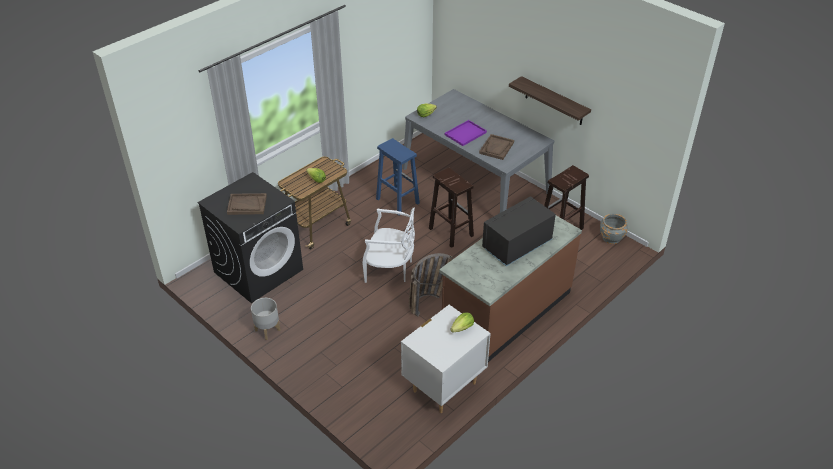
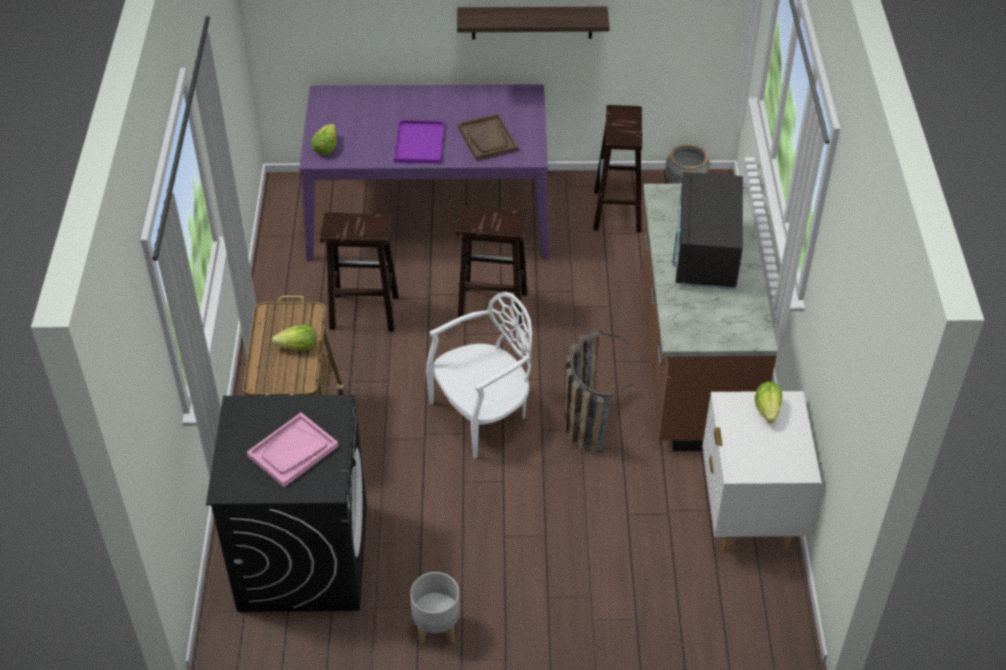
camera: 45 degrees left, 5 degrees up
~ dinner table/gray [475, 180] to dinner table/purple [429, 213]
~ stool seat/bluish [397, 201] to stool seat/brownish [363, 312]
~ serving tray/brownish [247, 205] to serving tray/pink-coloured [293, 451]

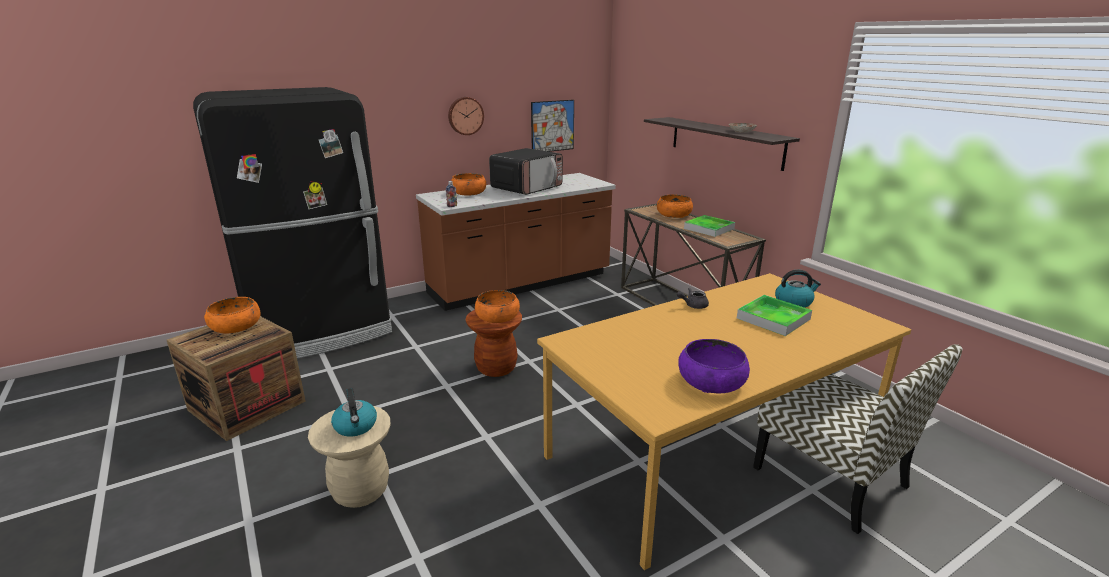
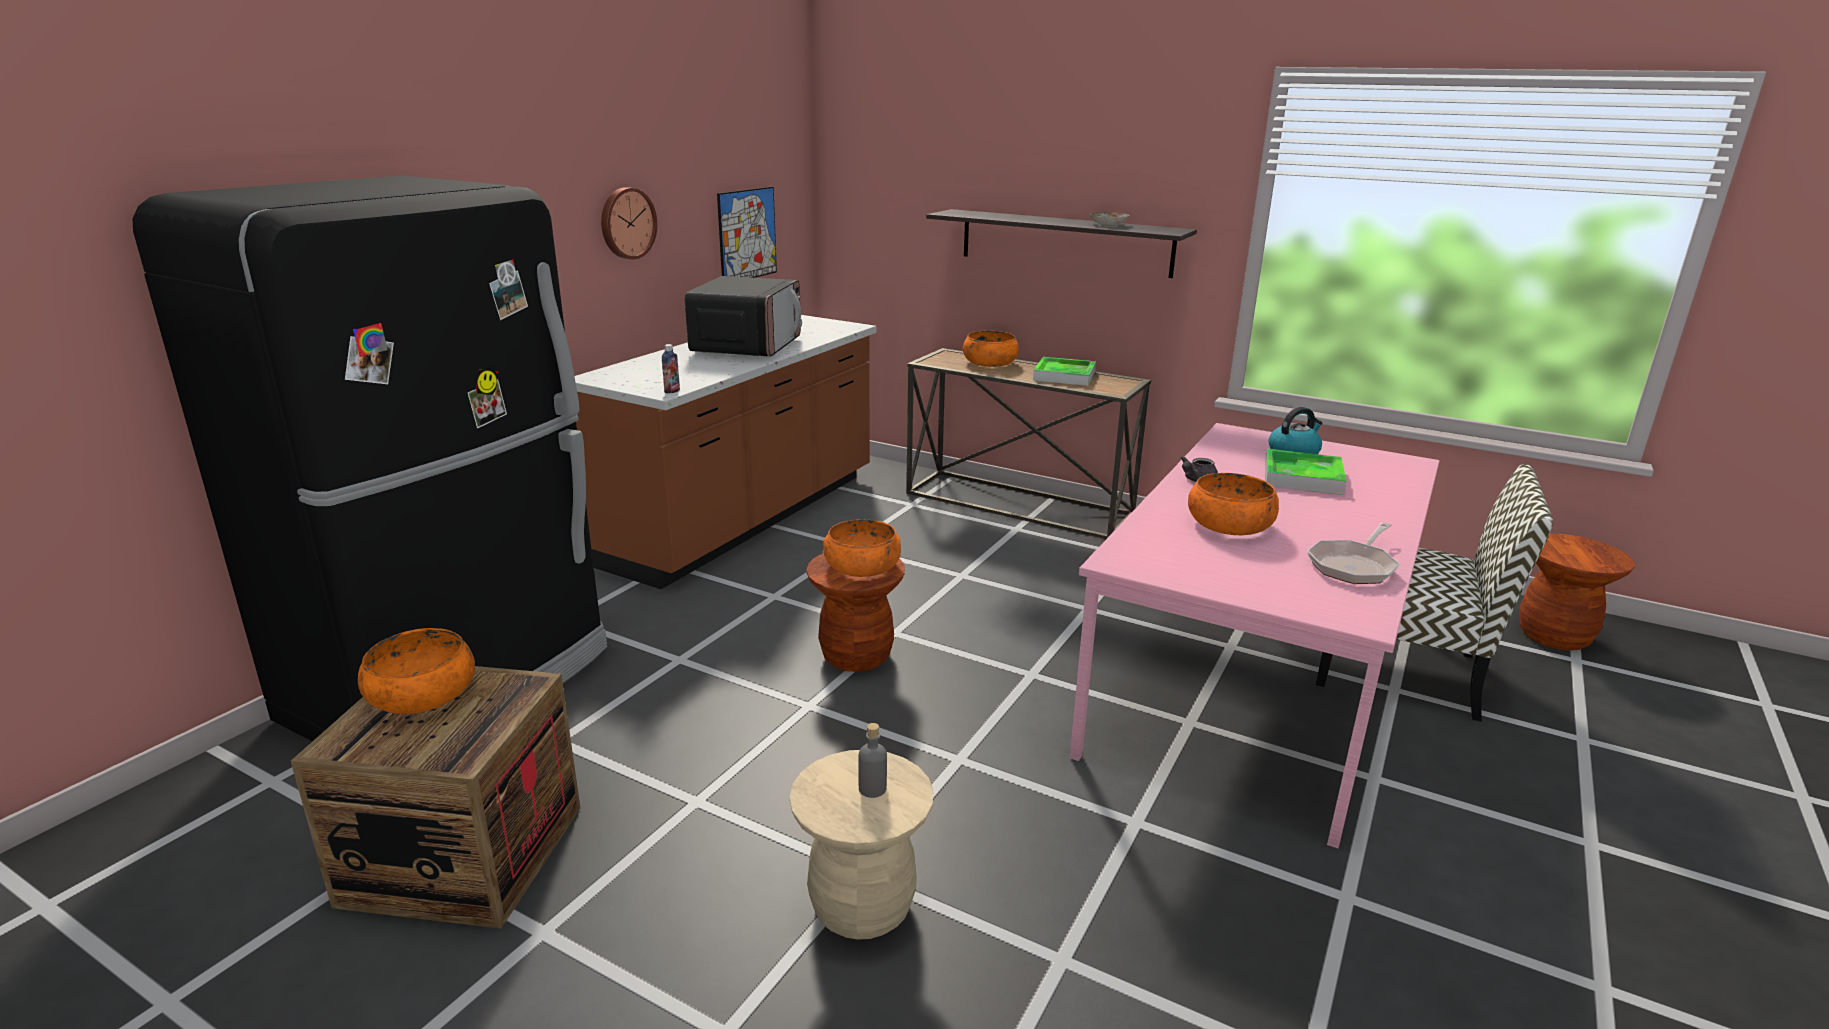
camera: 30 degrees left, 0 degrees up
~ deep dish/orangey [469, 193] to [1229, 525]
~ dinner table/orangey [712, 451] to dinner table/pink-coloured [1255, 680]
~ deep dish/purple [711, 381] to pan [1353, 566]
~ water kettle [356, 426] to bottle/gray [872, 788]
+ stool seat/brownish [1554, 636]

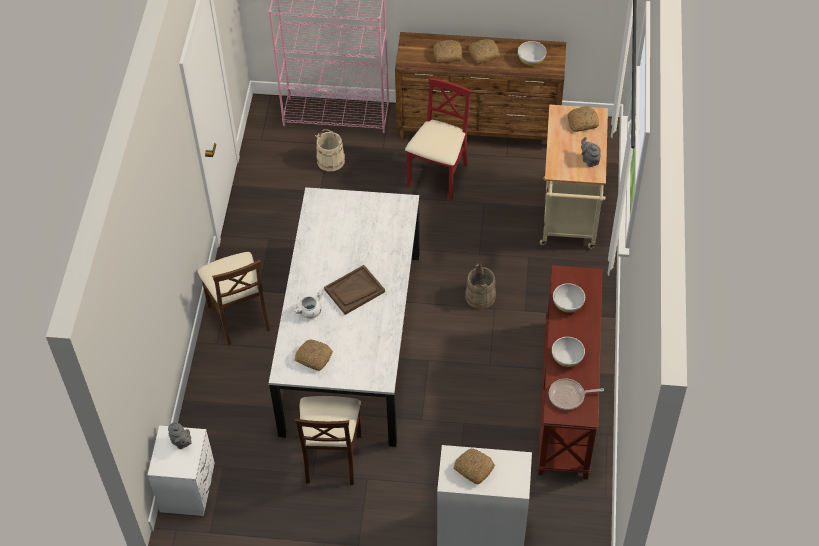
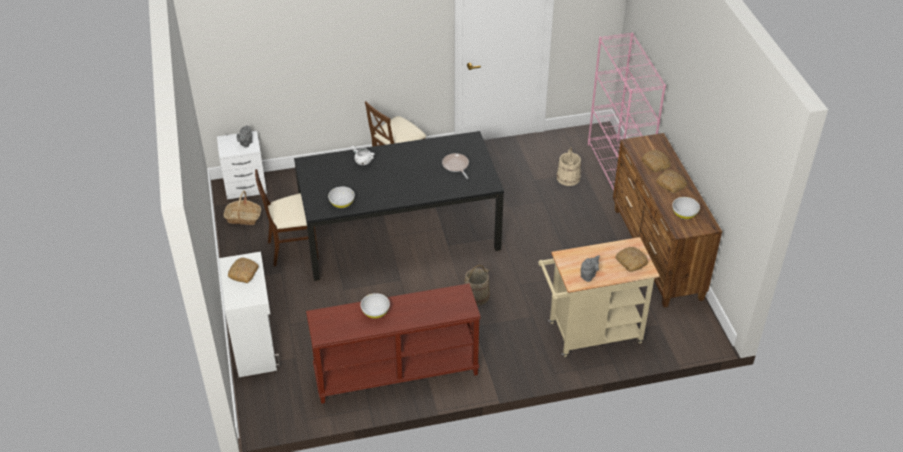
camera: 70 degrees right, 10 degrees down
- chair/red-coloured [439, 176]
~ dinner table/white [352, 342] to dinner table/black [399, 234]
- serving tray/brownish [354, 291]
~ deep dish/white [568, 304] to [342, 203]
- bakery bread [313, 358]
~ pan [569, 396] to [456, 166]
+ household basket [243, 217]

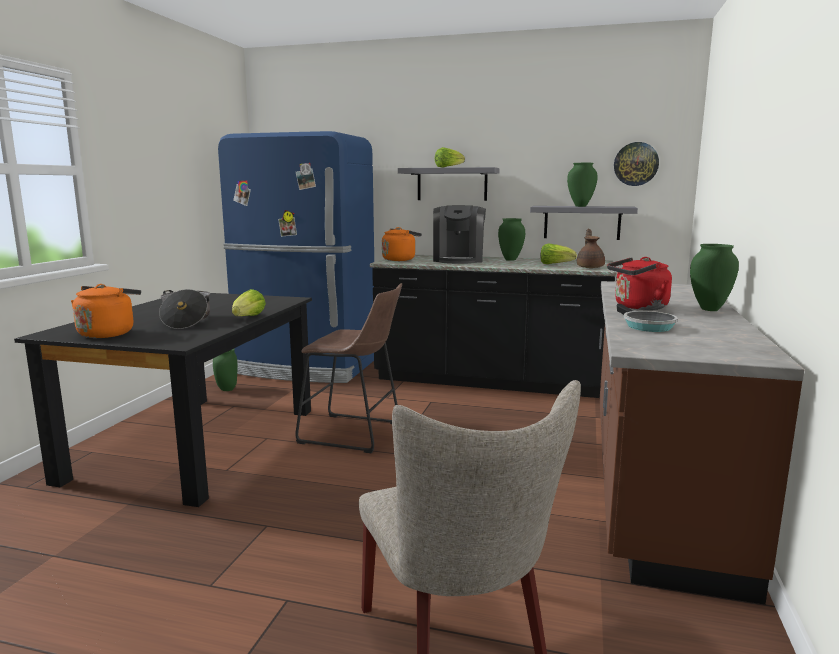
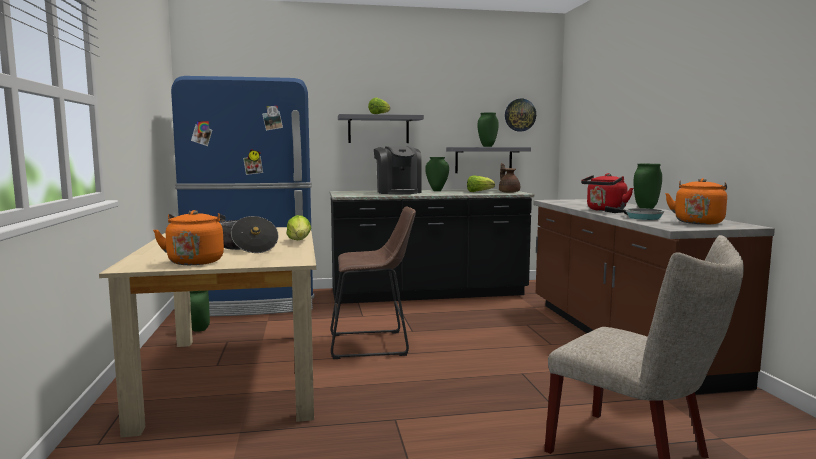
camera: 25 degrees left, 5 degrees down
~ water kettle/orangey [400, 259] to [698, 222]
~ dinner table/black [197, 442] to dinner table/sand-coloured [234, 374]

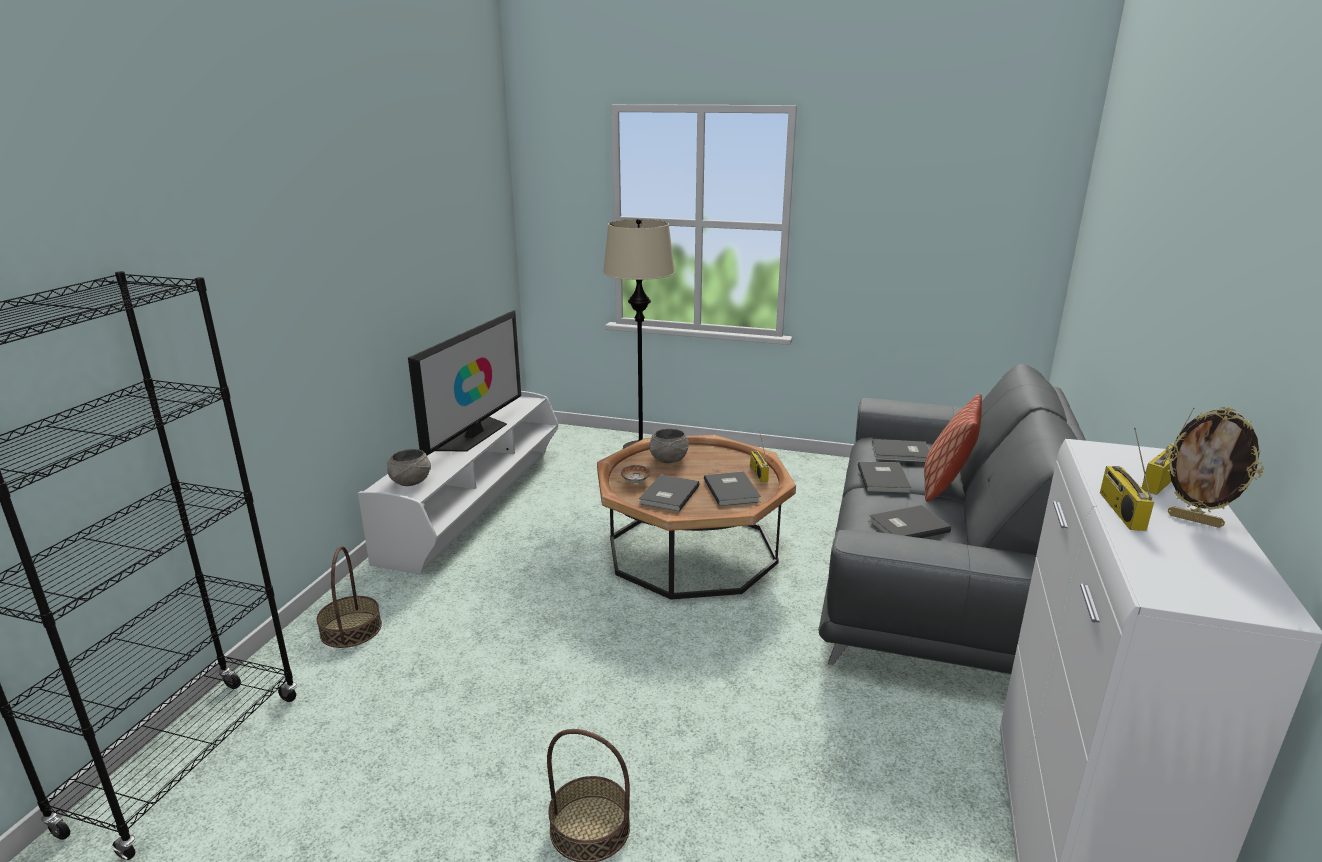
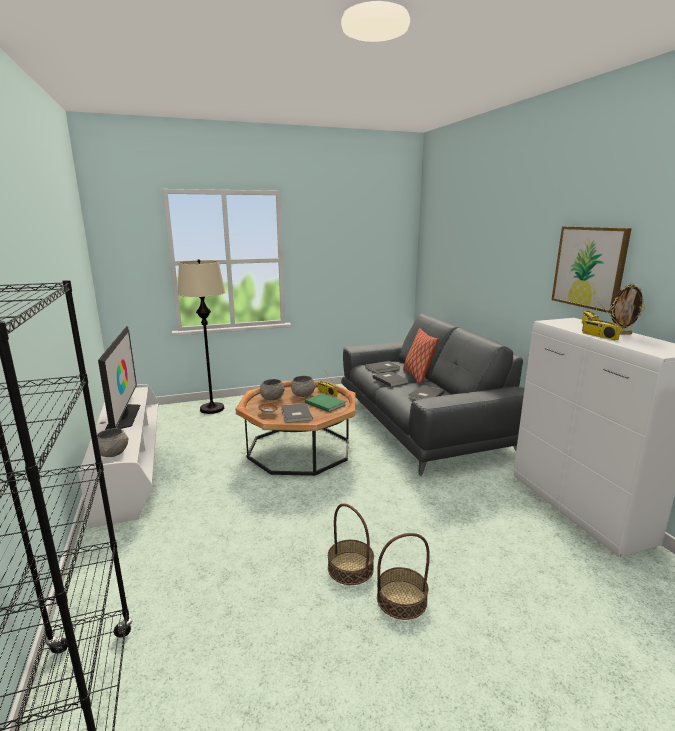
camera: 35 degrees left, 5 degrees down
~ bound book/gray [732, 490] to bound book/green-coloured [325, 403]
~ household basket [351, 629] to [350, 568]
+ picture [589, 267]
+ deep dish/gray [303, 395]

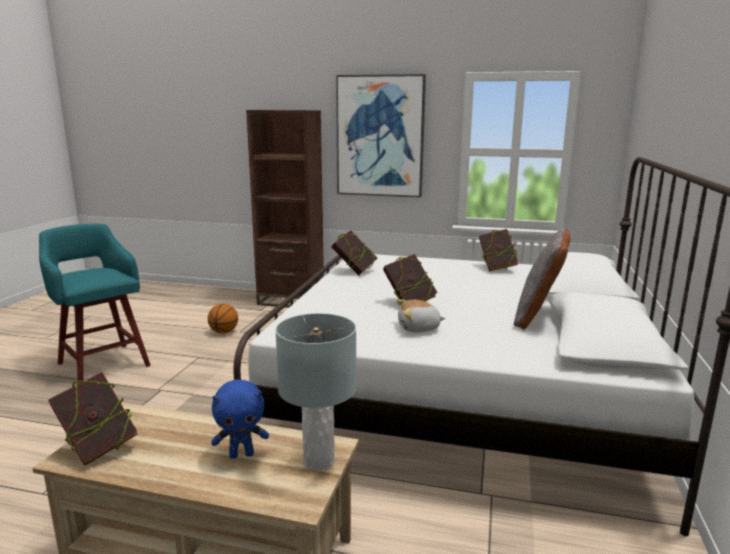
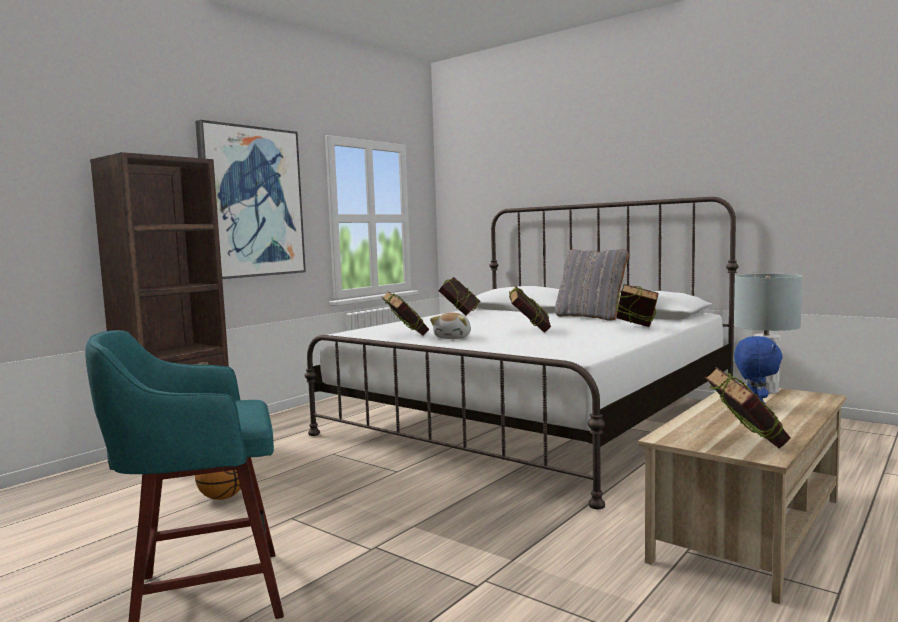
camera: 65 degrees left, 10 degrees down
~ cuddly toy [419, 328] to [453, 338]
+ bound book [636, 328]

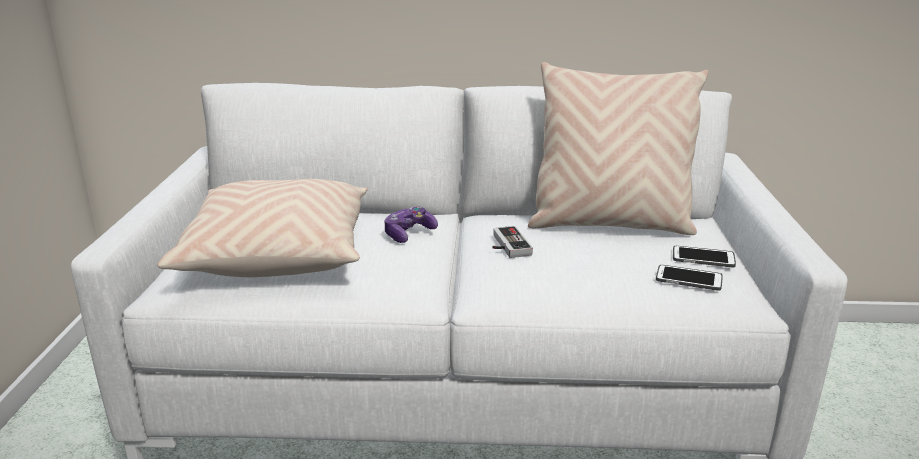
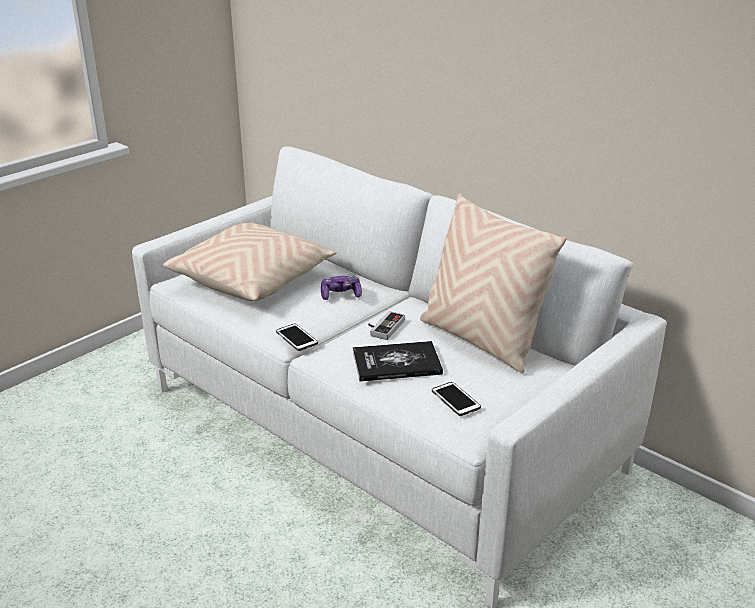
camera: 40 degrees right, 5 degrees up
~ handset [703, 258] to [296, 338]
+ bound book [396, 363]

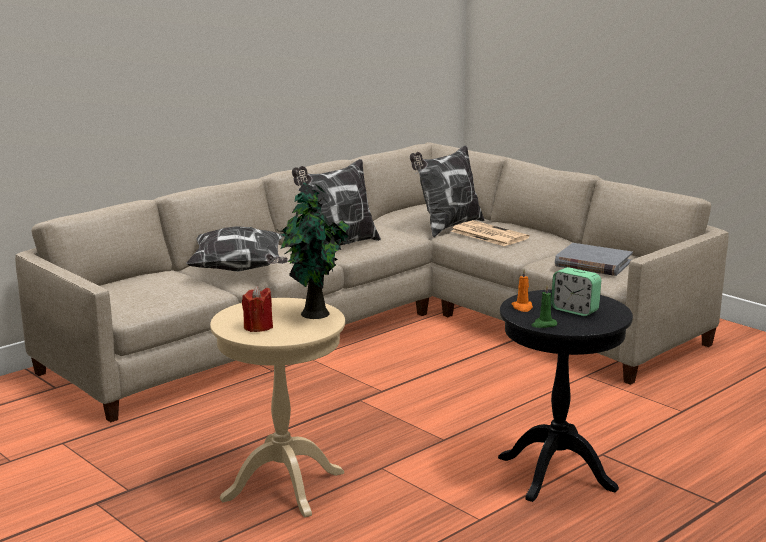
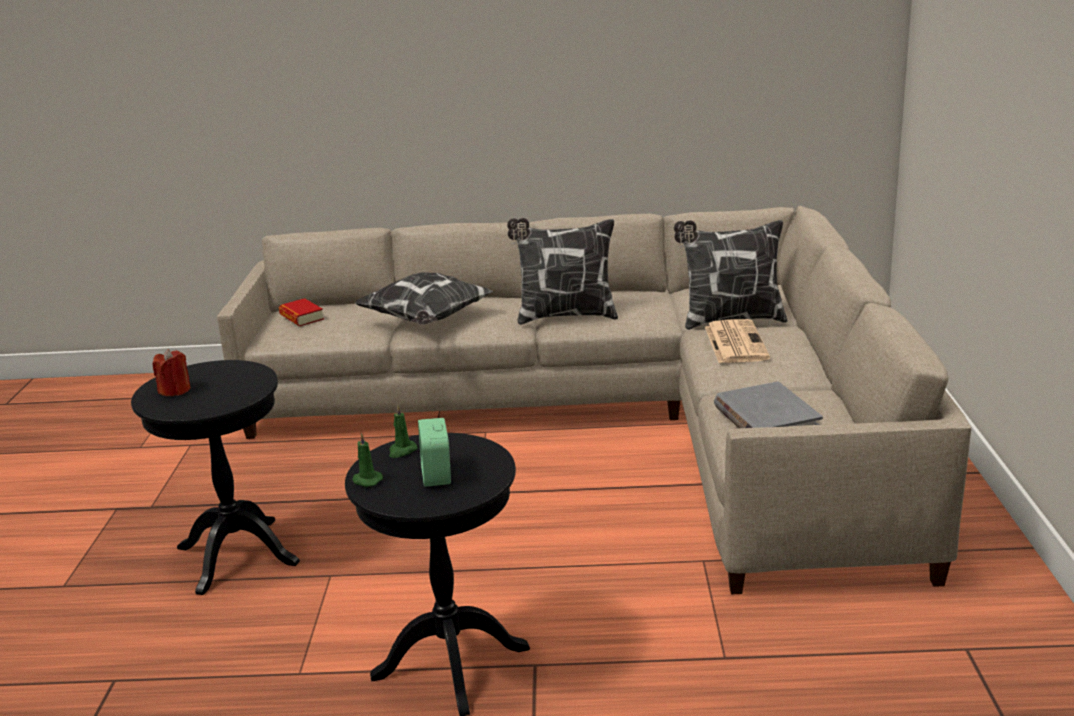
camera: 45 degrees right, 5 degrees up
- plant in a pot [315, 315]
~ wax light/orangey [522, 307] to wax light/green-coloured [402, 451]
~ accent table/sand-coloured [283, 486] to accent table/black [237, 555]
+ bound book [301, 317]

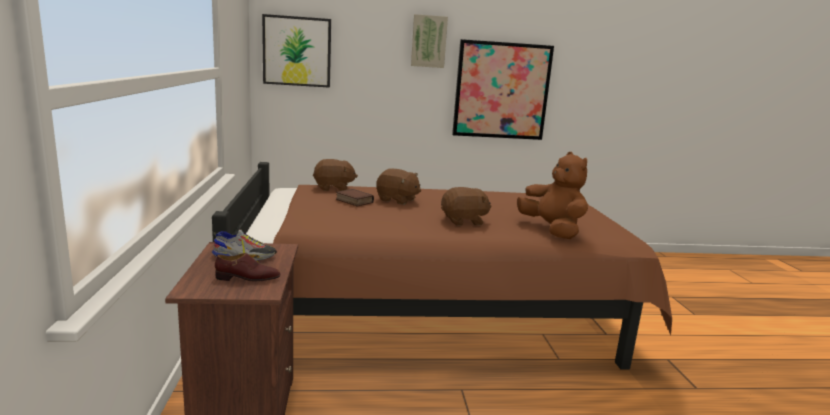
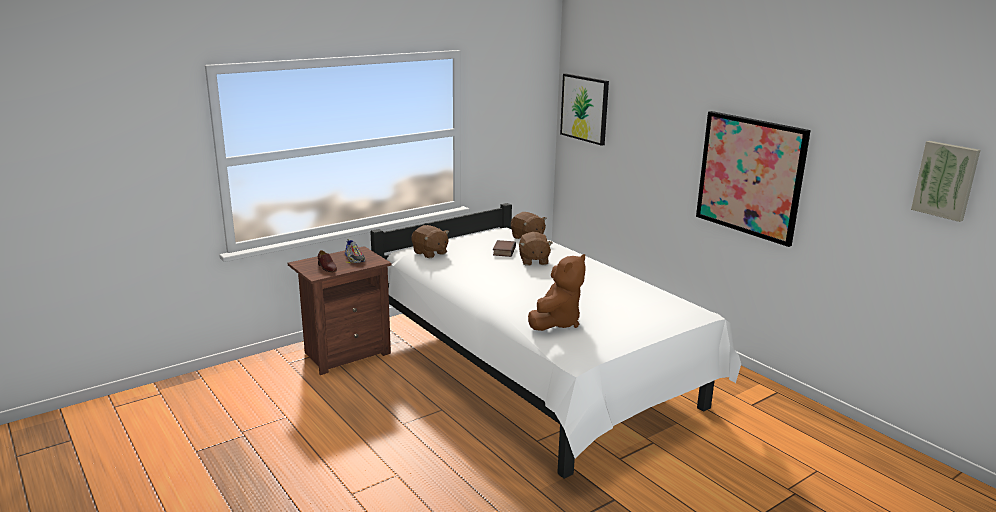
camera: 60 degrees right, 5 degrees up
~ picture [428, 41] to [946, 180]
~ bed/brownish [435, 314] to bed/white [536, 372]
~ cuddly toy/brownish [464, 221] to [430, 253]

